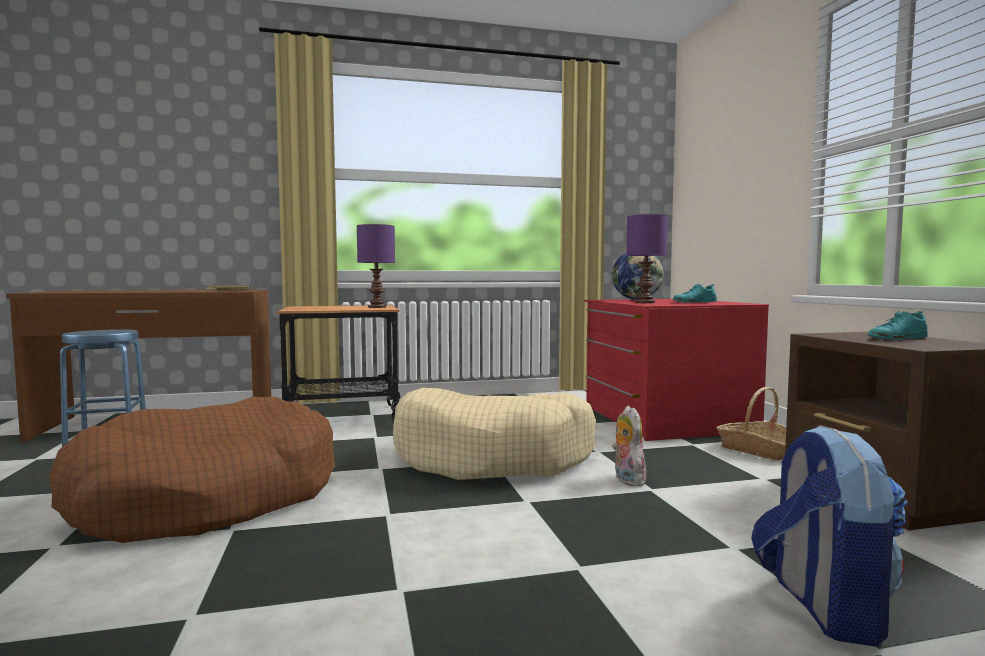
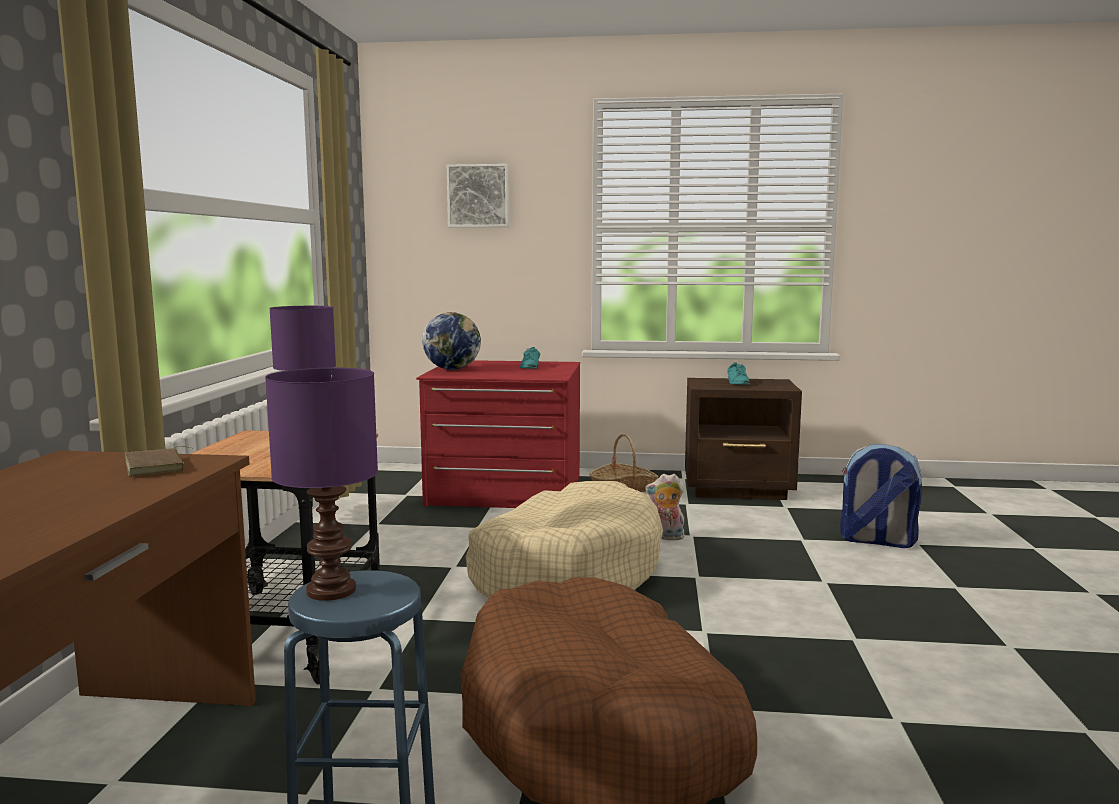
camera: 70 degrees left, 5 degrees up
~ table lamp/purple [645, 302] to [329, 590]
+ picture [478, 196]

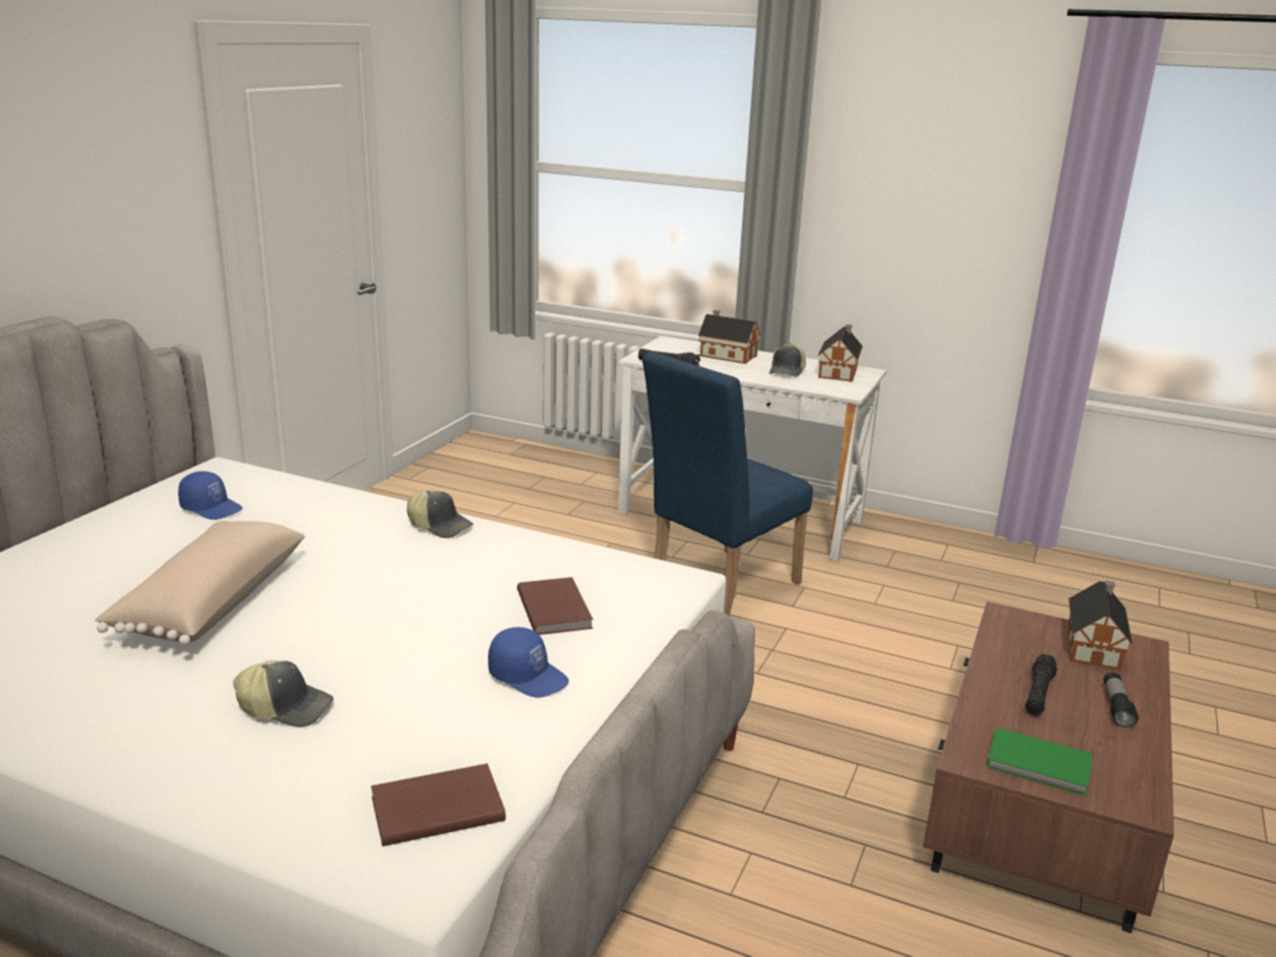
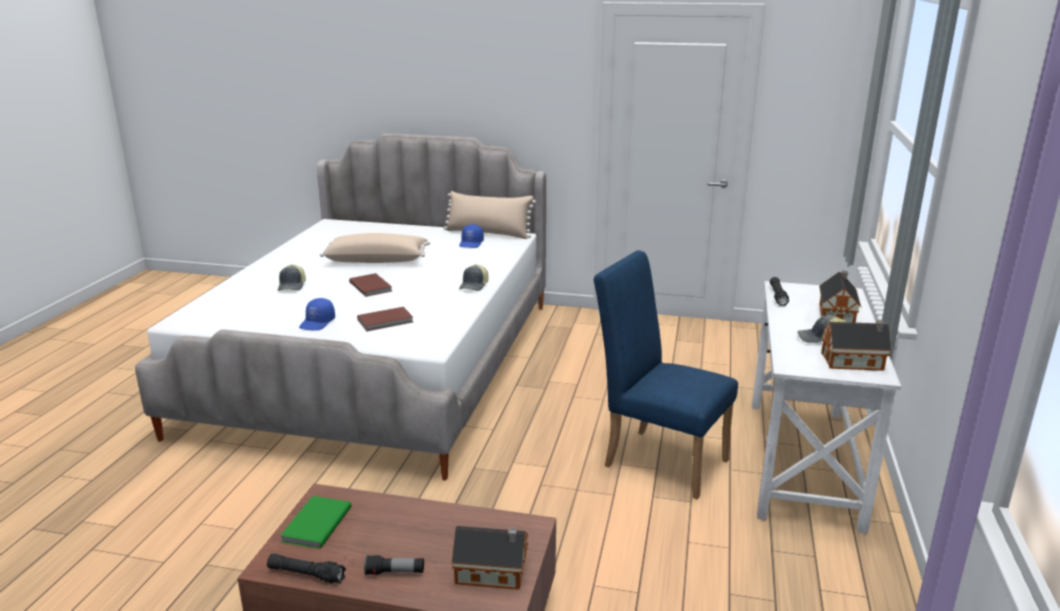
camera: 80 degrees right, 0 degrees up
~ torch/black [1038, 693] to [306, 574]
~ bound book/brownish [435, 807] to [371, 286]
+ pillow/sand-coloured [488, 233]

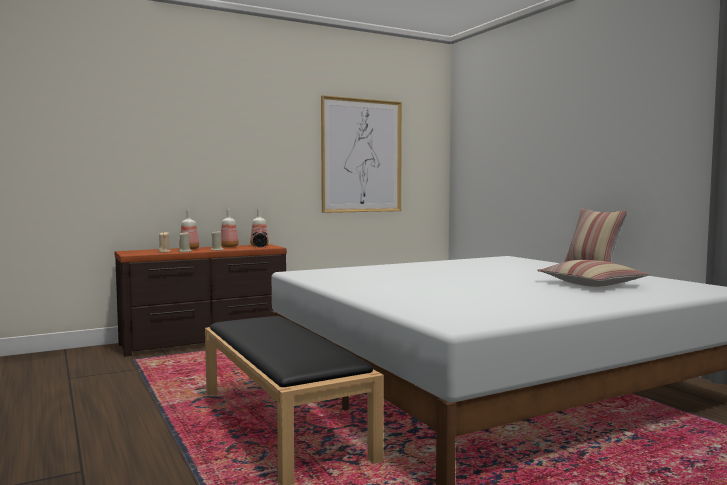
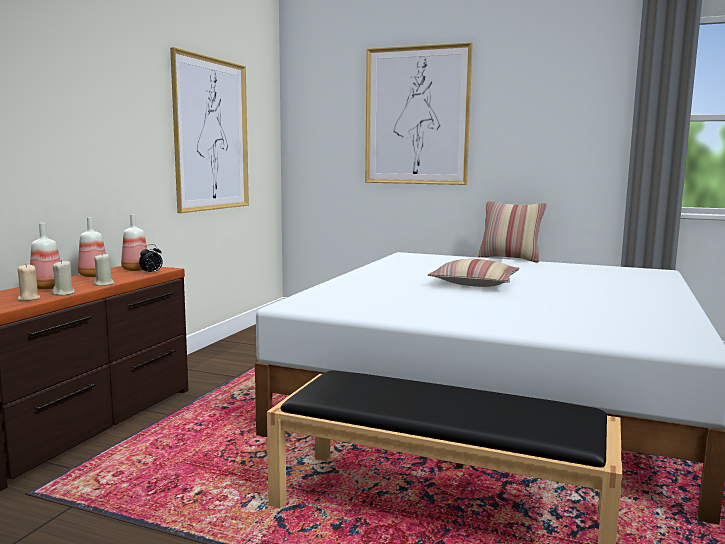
camera: 40 degrees left, 5 degrees up
~ pillow [591, 284] to [474, 283]
+ picture [416, 116]

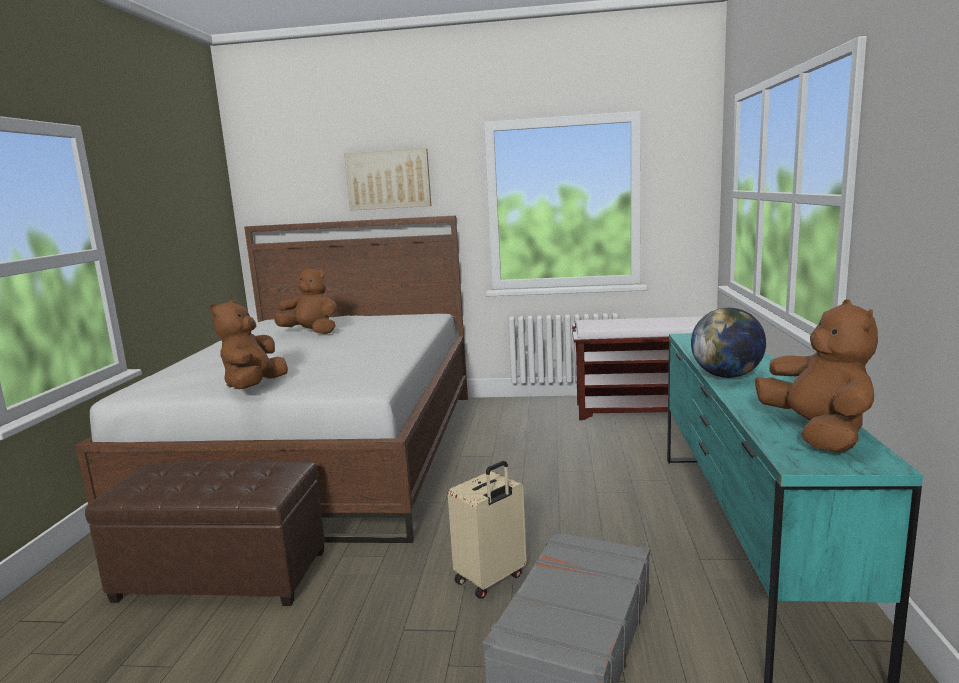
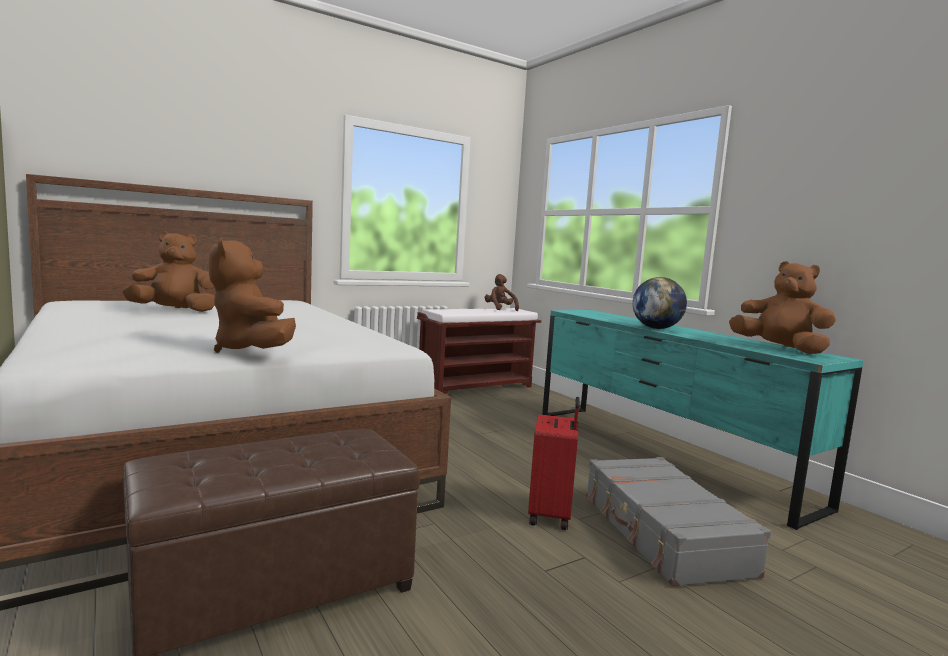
camera: 40 degrees left, 5 degrees down
- picture [388, 180]
~ travel case/sand-coloured [491, 579] to travel case/red-coloured [551, 515]
+ cuddly toy/brownish [500, 309]

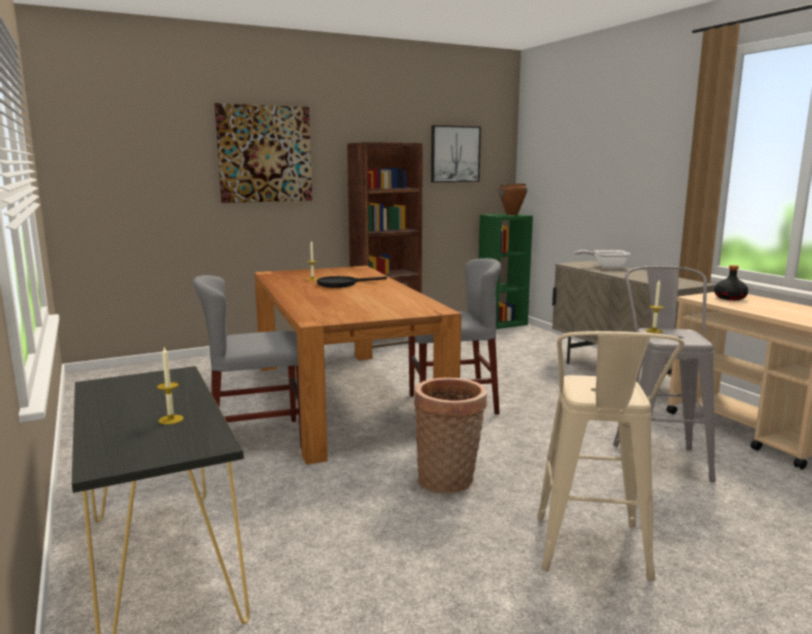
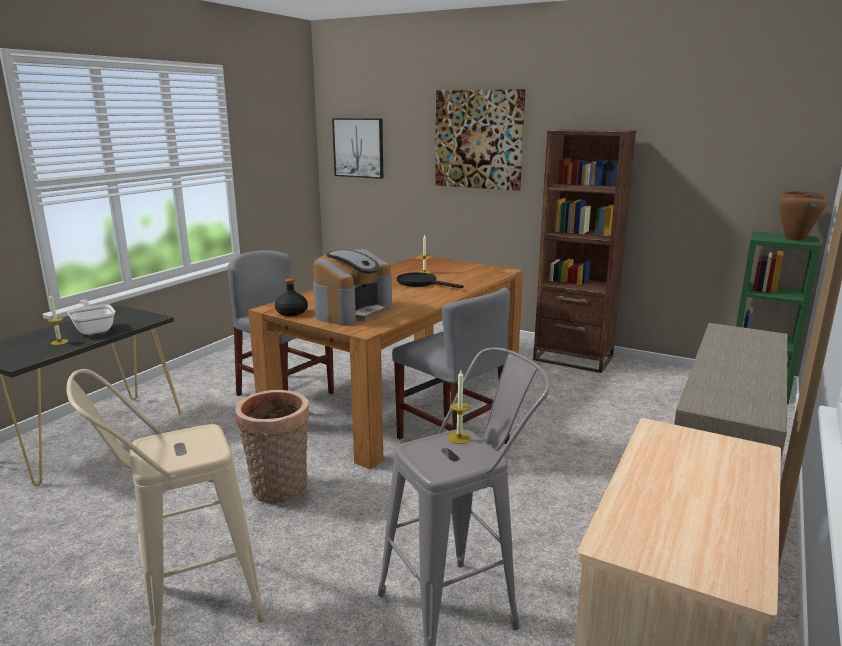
camera: 55 degrees right, 5 degrees up
~ picture [455, 154] to [358, 148]
~ pan [606, 267] to [94, 329]
~ bottle/black [730, 298] to [291, 313]
+ coffee brewer [352, 311]

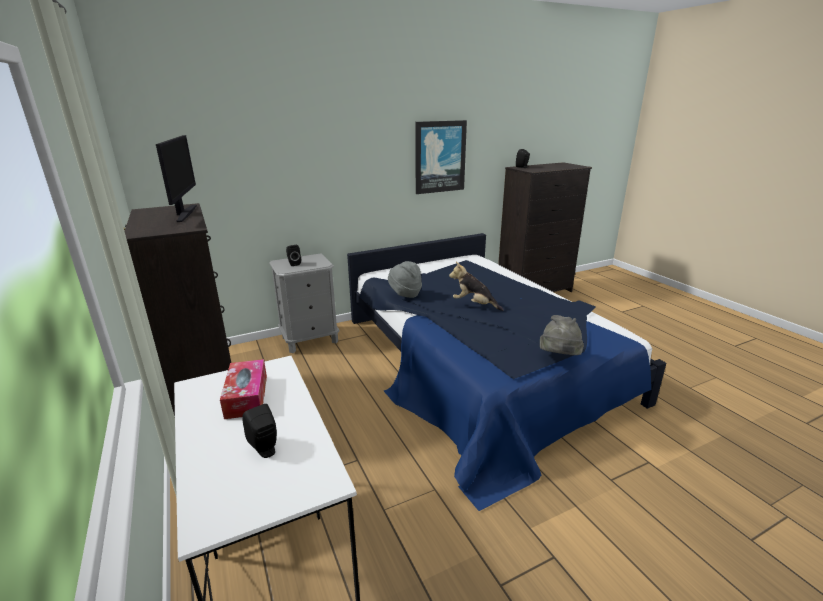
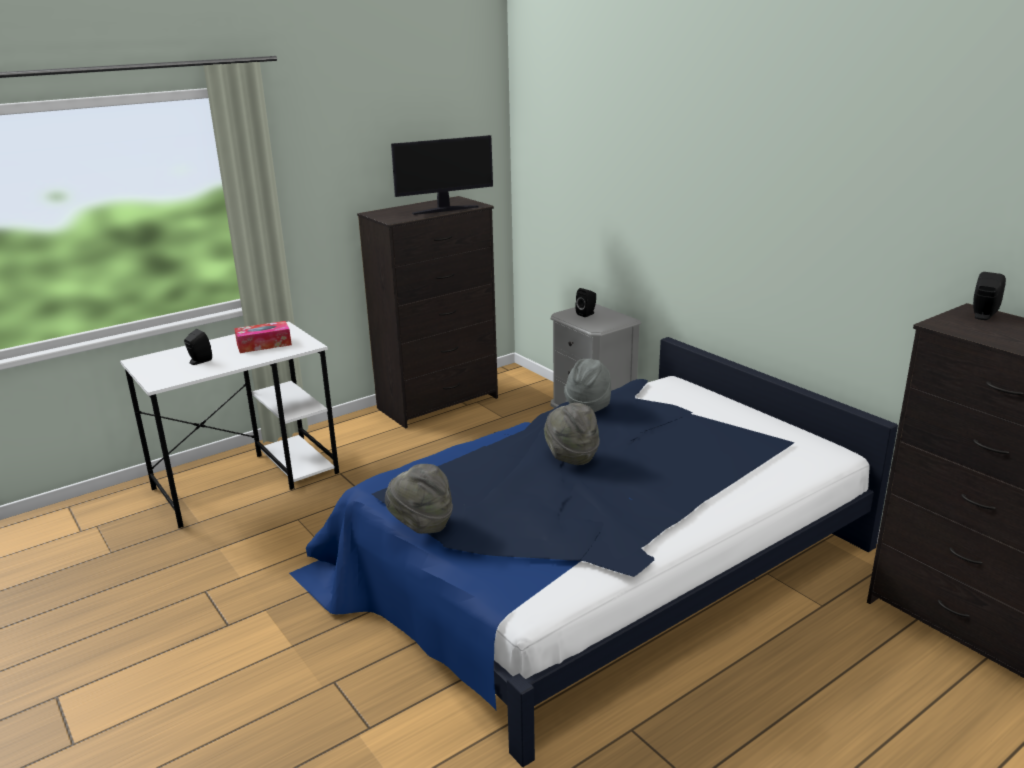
camera: 80 degrees right, 0 degrees up
- picture [440, 157]
~ cuddly toy [474, 305] to clothing hat/gray [571, 455]

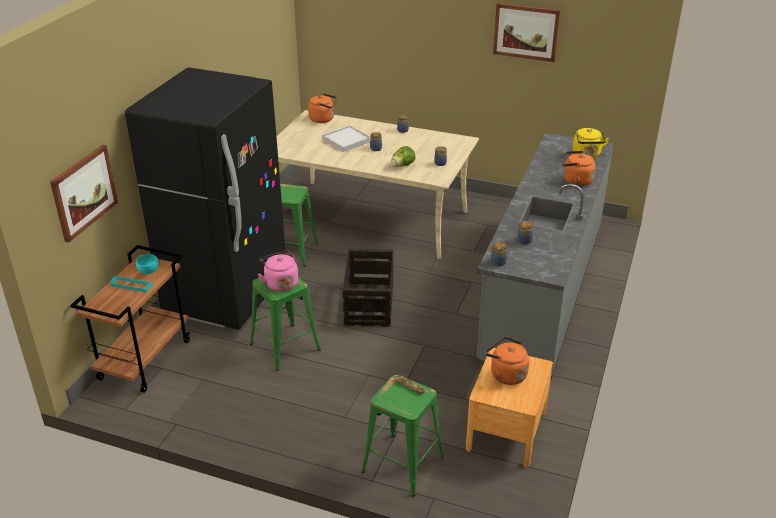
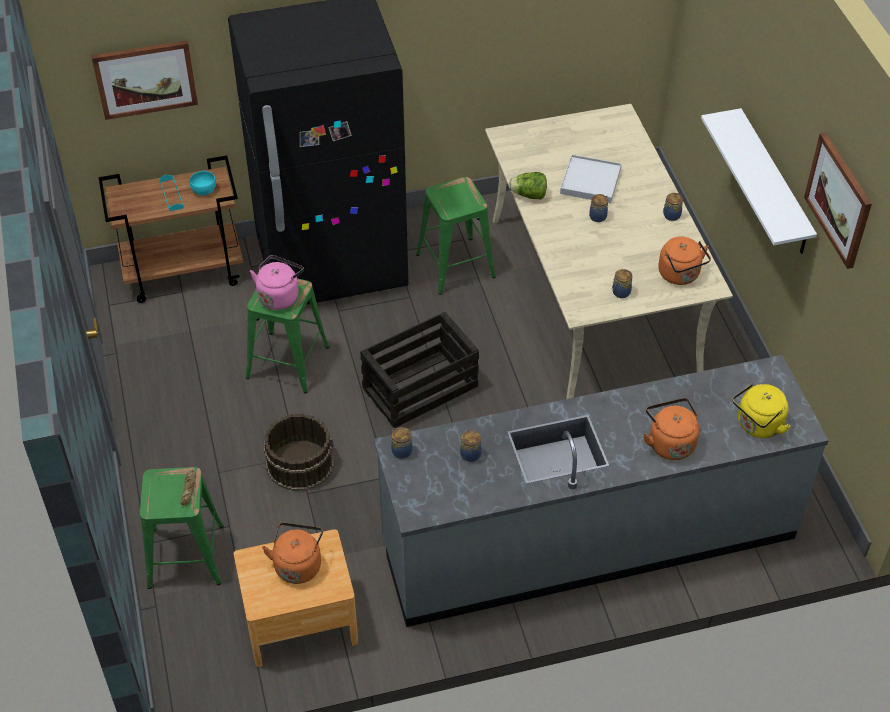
camera: 55 degrees right, 15 degrees up
~ water kettle/orangey [323, 119] to [680, 275]
~ lettuce head [402, 166] to [529, 195]
+ wall shelf/white [774, 184]
+ bucket/brownish [300, 463]

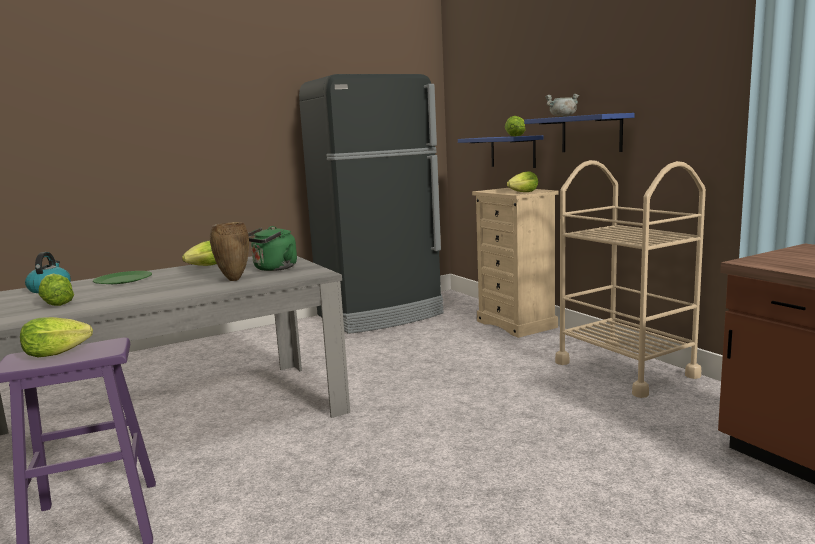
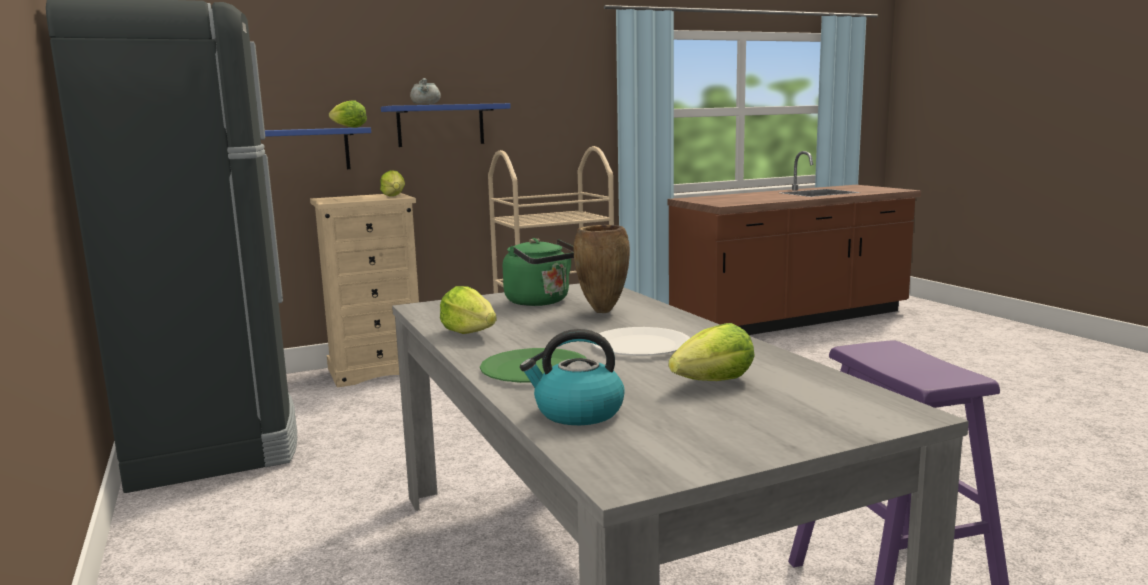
camera: 85 degrees left, 0 degrees up
- lettuce head [55, 353]
+ dinner plate/white [640, 345]

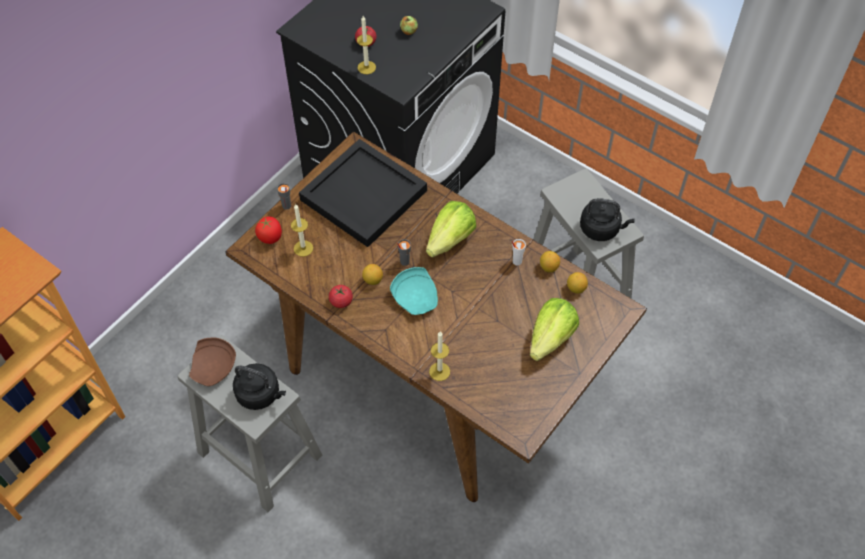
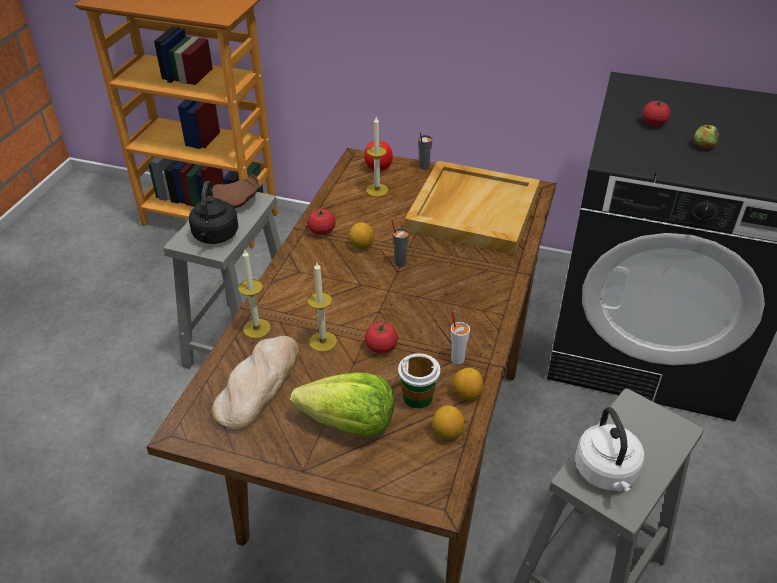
camera: 70 degrees right, 15 degrees down
~ wax light [366, 67] to [323, 341]
~ serving tray/black [362, 195] to serving tray/sand-coloured [472, 210]
~ water kettle/black [601, 229] to water kettle/white [606, 473]
- lettuce head [450, 240]
- dinner plate/turquoise-coloured [416, 297]
+ fresh tomato [381, 347]
+ bakery bread [258, 384]
+ drinking cup [418, 397]

